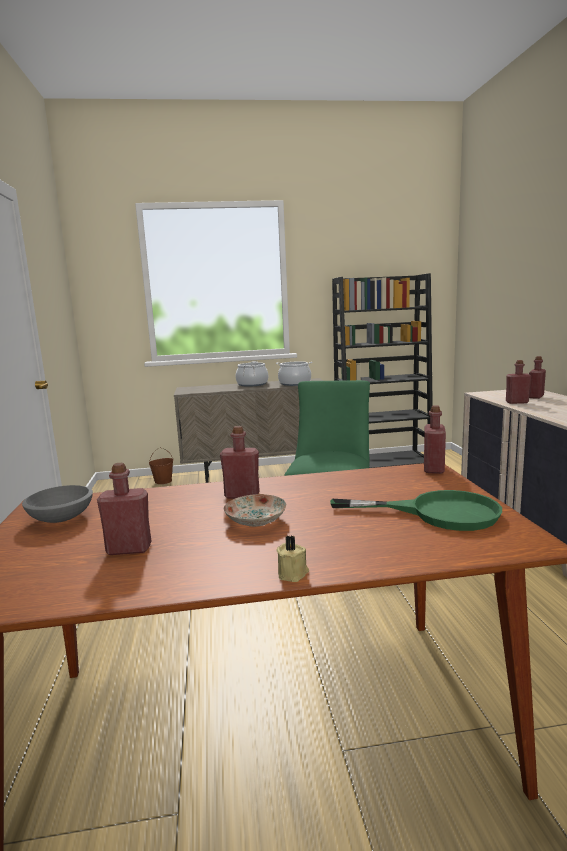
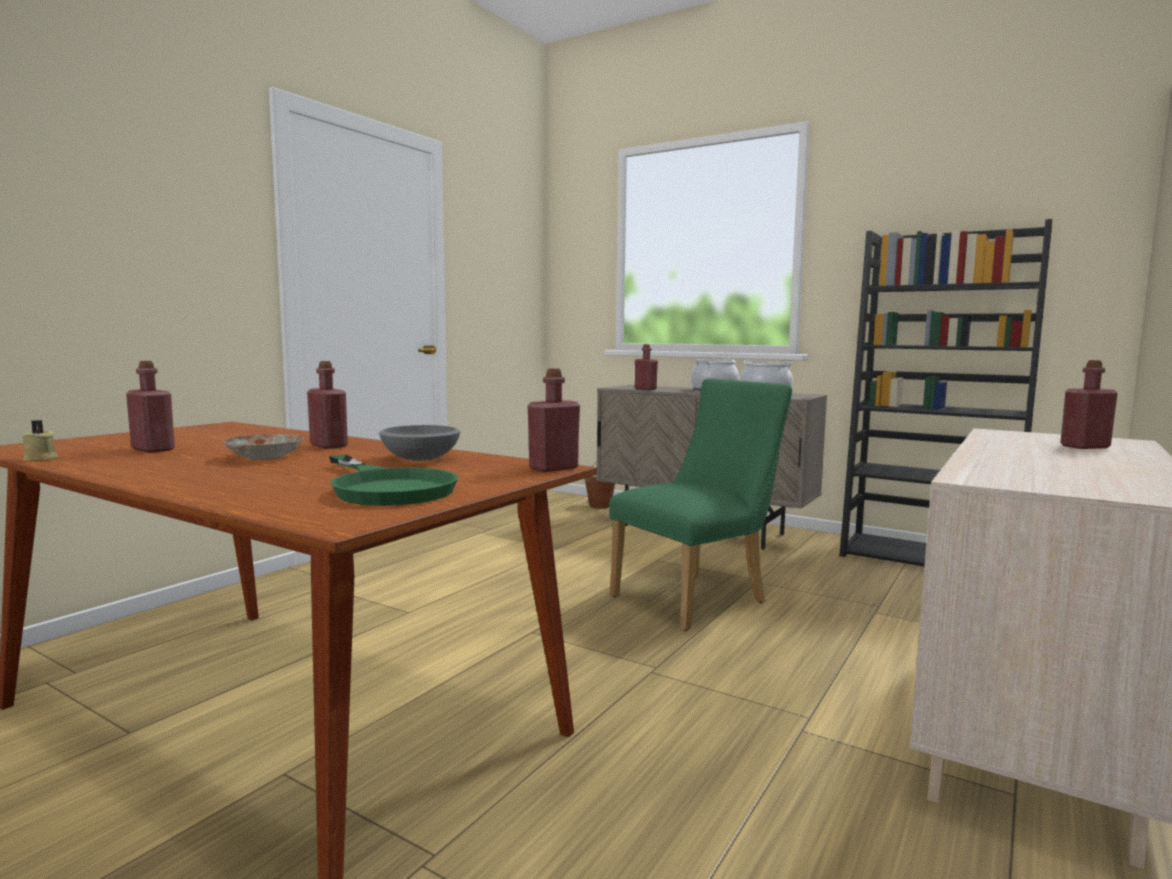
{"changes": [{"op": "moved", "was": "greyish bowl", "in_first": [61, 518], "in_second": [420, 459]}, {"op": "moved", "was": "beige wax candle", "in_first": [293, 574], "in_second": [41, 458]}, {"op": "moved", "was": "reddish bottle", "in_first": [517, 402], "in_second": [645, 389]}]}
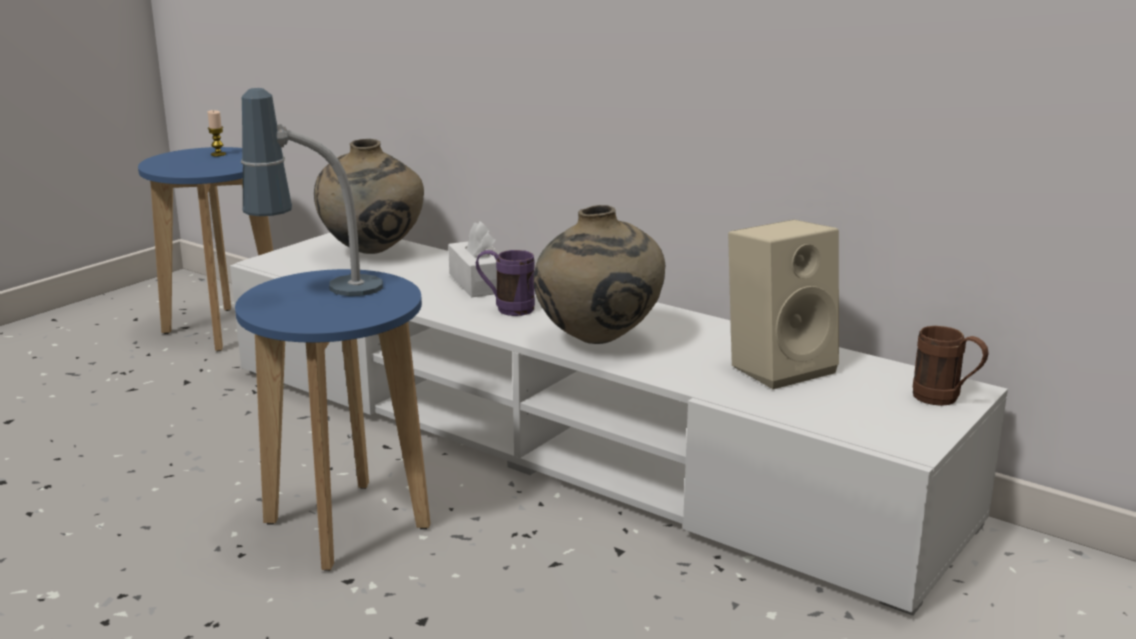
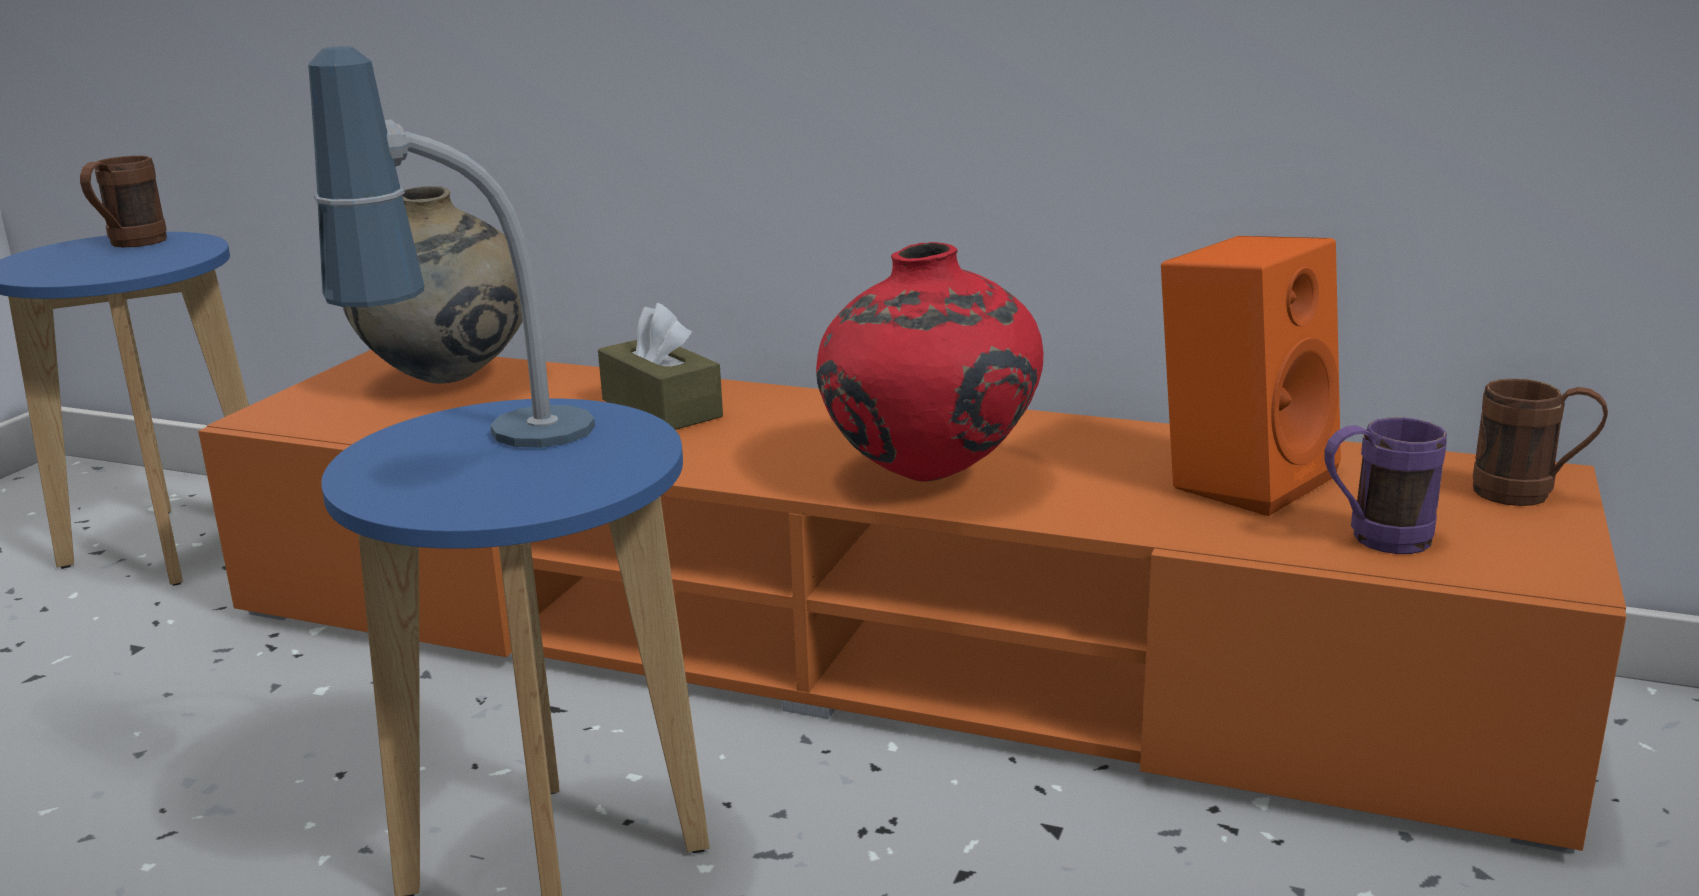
{"changes": [{"op": "replaced", "was": "wax candle", "now": "brownish coffee mug", "in_first": [218, 154], "in_second": [129, 244]}, {"op": "recoloured", "was": "white media console", "now": "orange-coloured media console", "in_first": [569, 441], "in_second": [858, 649]}, {"op": "recoloured", "was": "white tissue box", "now": "brownish tissue box", "in_first": [478, 283], "in_second": [661, 408]}, {"op": "moved", "was": "purple-coloured coffee mug", "in_first": [506, 309], "in_second": [1373, 540]}, {"op": "recoloured", "was": "beige vase", "now": "reddish vase", "in_first": [598, 343], "in_second": [930, 480]}, {"op": "recoloured", "was": "beige audio speaker", "now": "orange-coloured audio speaker", "in_first": [779, 366], "in_second": [1242, 478]}]}
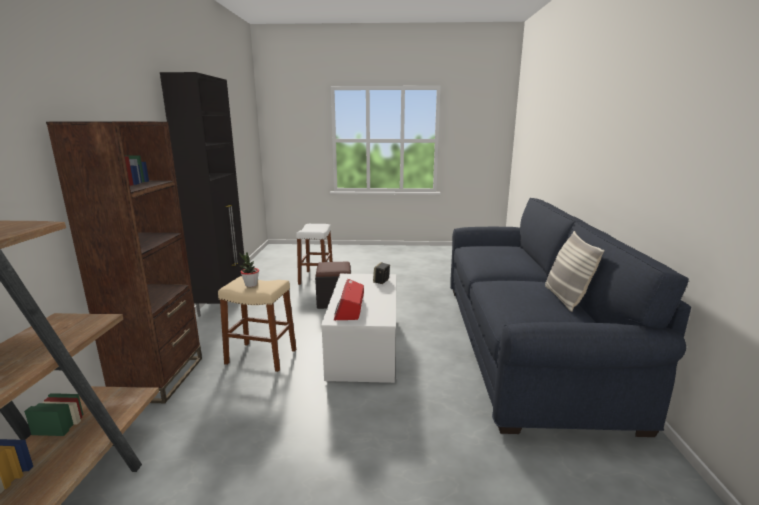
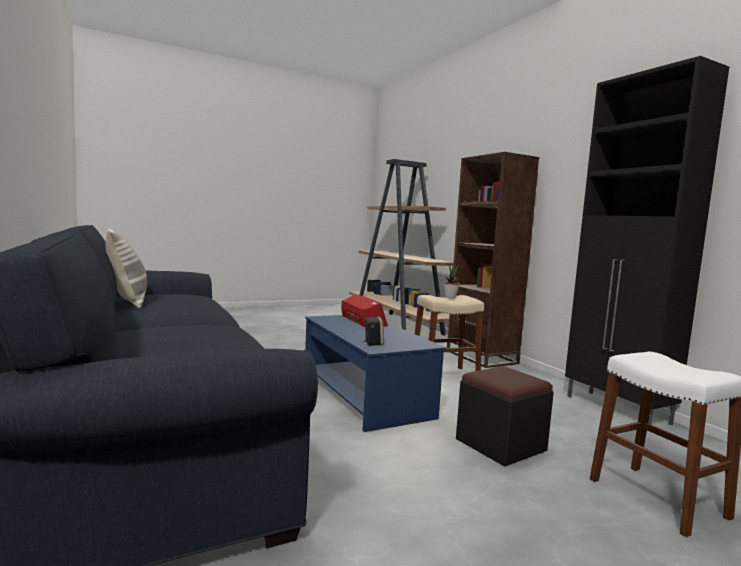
{"changes": [{"op": "recoloured", "was": "white low table", "now": "bluish low table", "in_first": [364, 346], "in_second": [364, 395]}]}
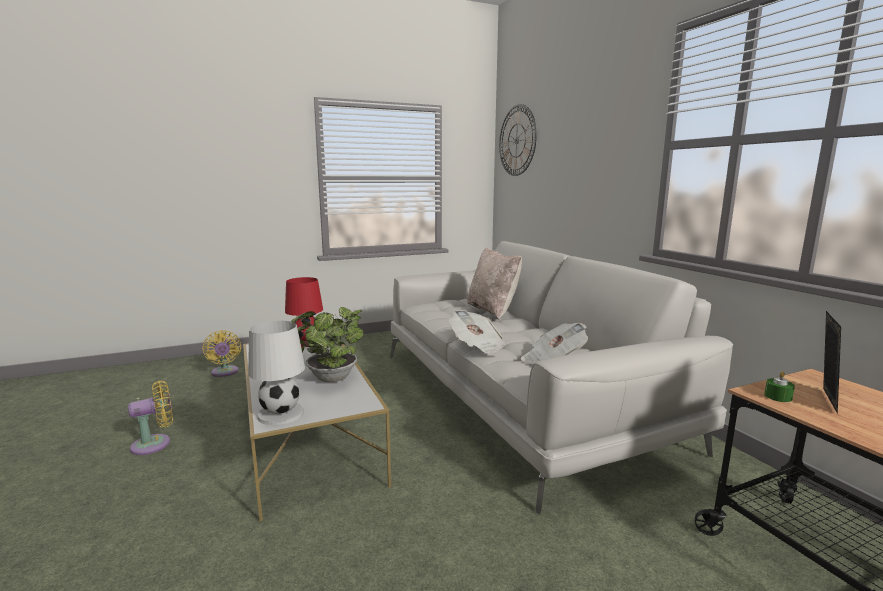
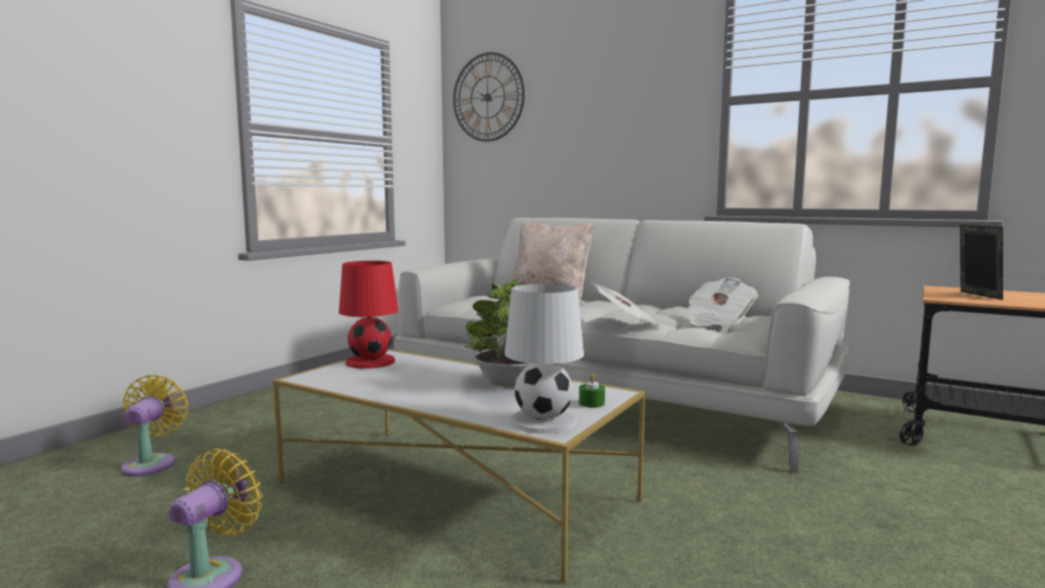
{"changes": [{"op": "turned", "was": "yellow fan", "in_first": [225, 373], "in_second": [152, 463], "clockwise": -120}, {"op": "moved", "was": "green wax candle", "in_first": [778, 397], "in_second": [591, 403]}]}
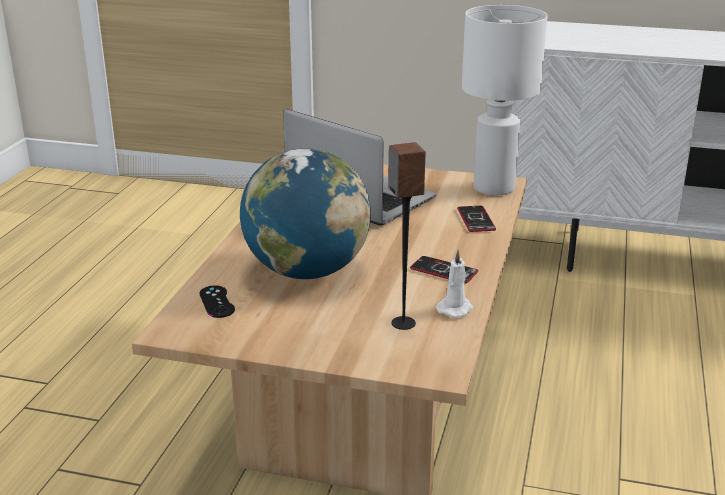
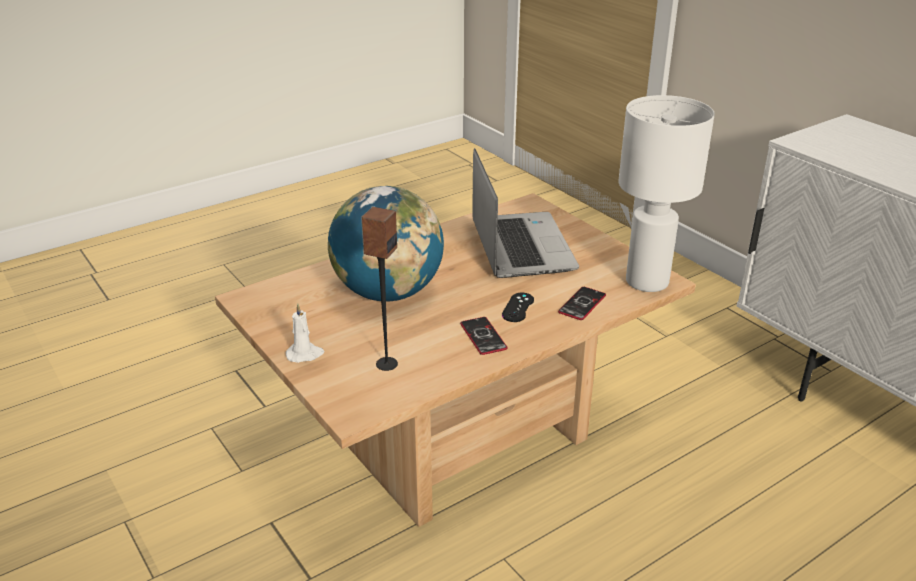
{"changes": [{"op": "moved", "was": "black gamepad", "in_first": [217, 302], "in_second": [518, 307]}, {"op": "moved", "was": "white wax candle", "in_first": [455, 308], "in_second": [305, 354]}]}
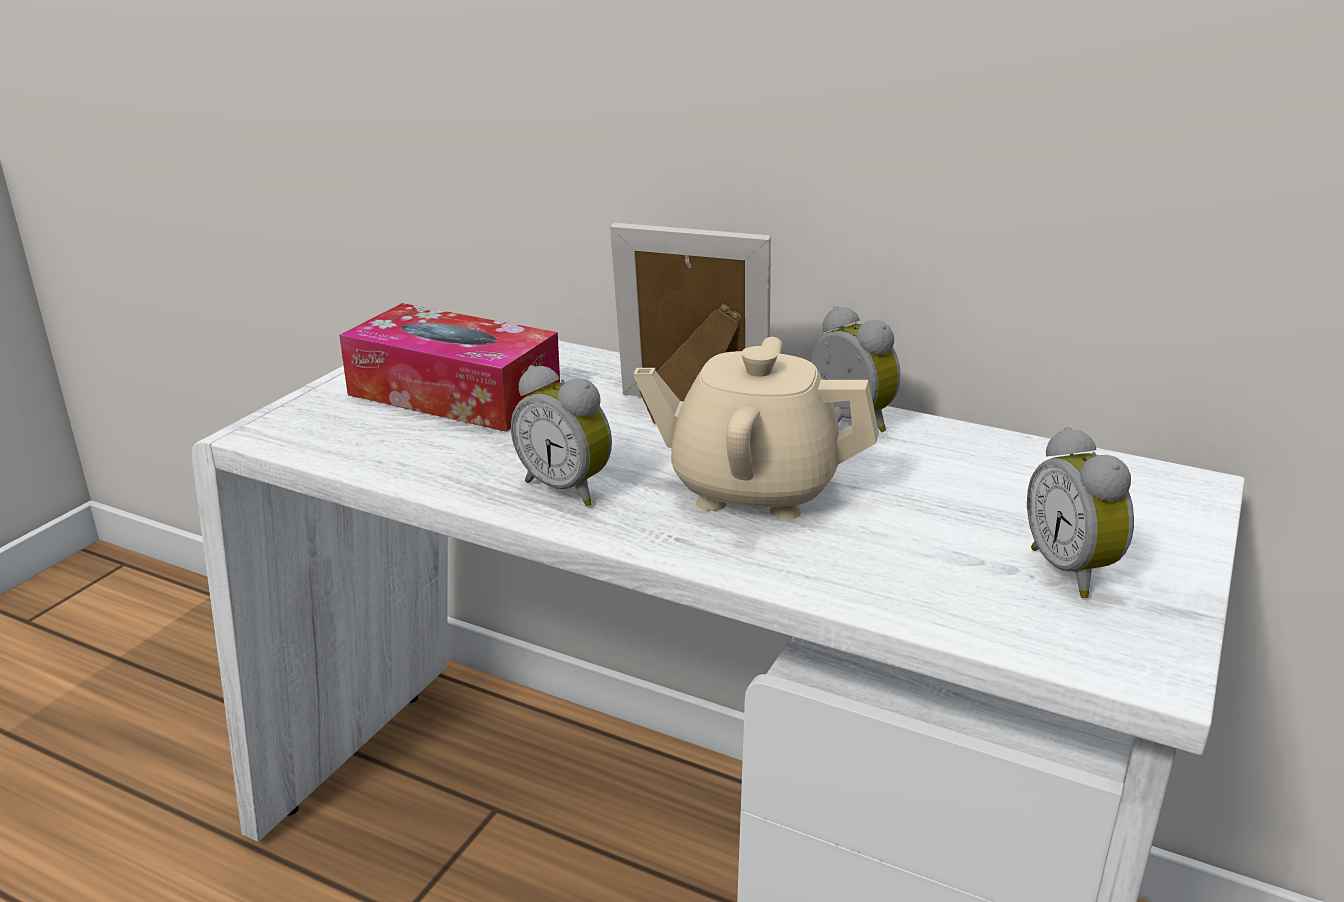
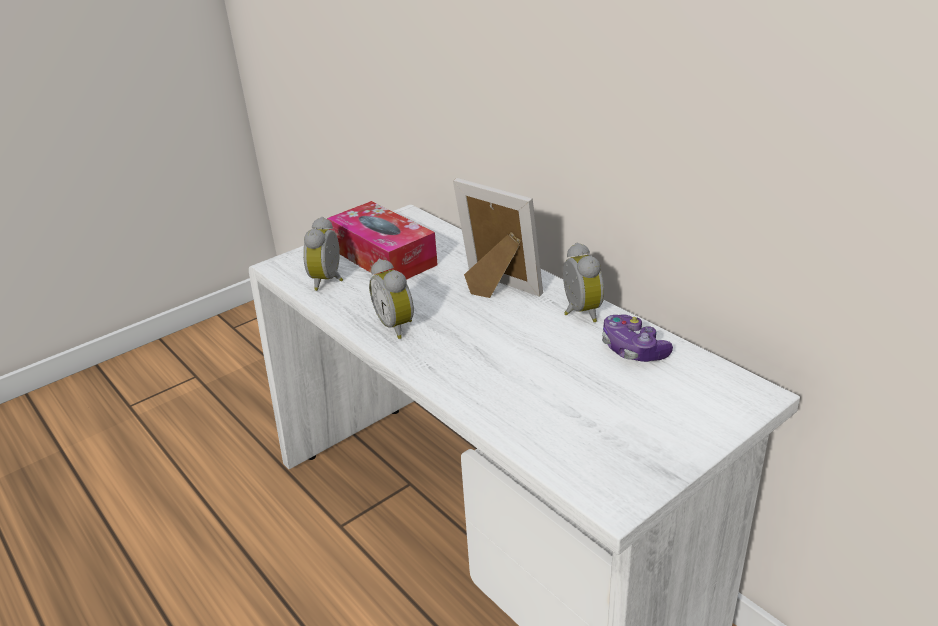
{"changes": [{"op": "removed", "was": "beige pot for tea", "in_first": [752, 488]}, {"op": "moved", "was": "bedside clock", "in_first": [1073, 571], "in_second": [329, 281]}, {"op": "added", "now": "gamepad", "in_second": [633, 349]}]}
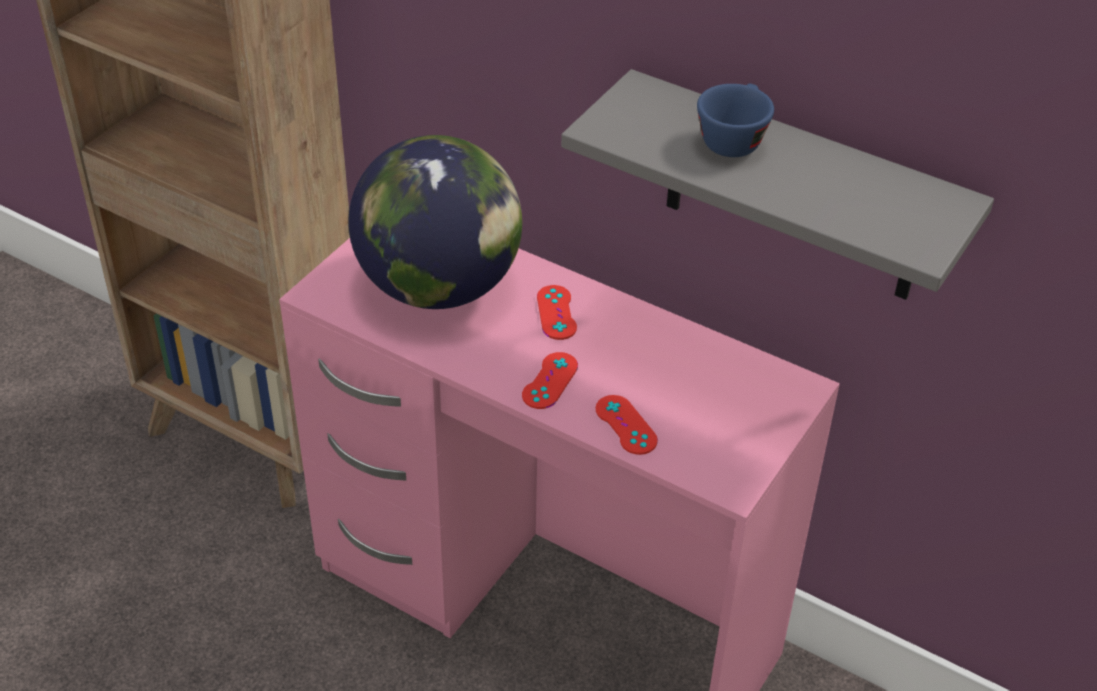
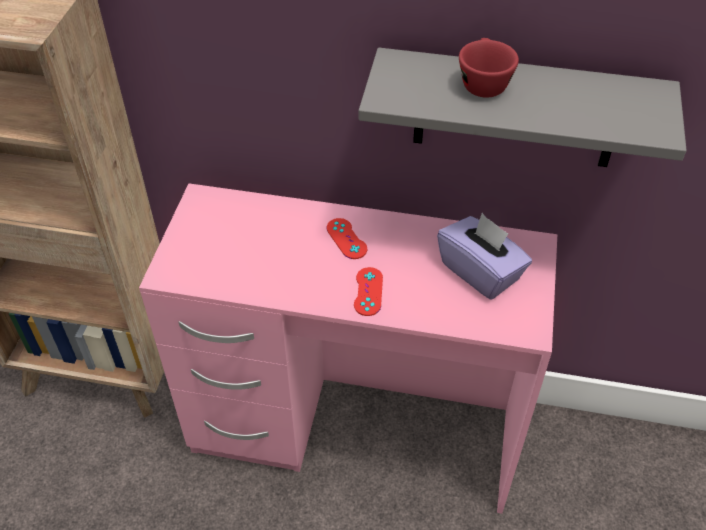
{"changes": [{"op": "removed", "was": "world globe", "in_first": [440, 287]}, {"op": "removed", "was": "reddish gamepad", "in_first": [626, 425]}, {"op": "recoloured", "was": "bluish small cup", "now": "reddish small cup", "in_first": [733, 138], "in_second": [482, 82]}, {"op": "added", "now": "purple-coloured tissue box", "in_second": [480, 271]}]}
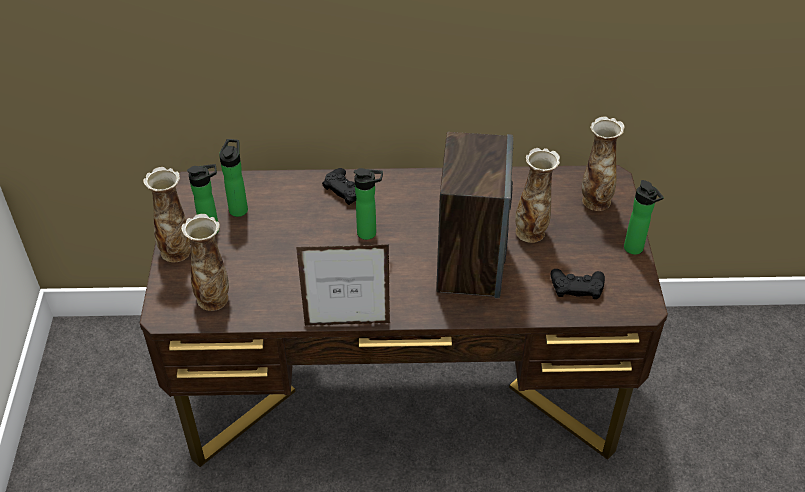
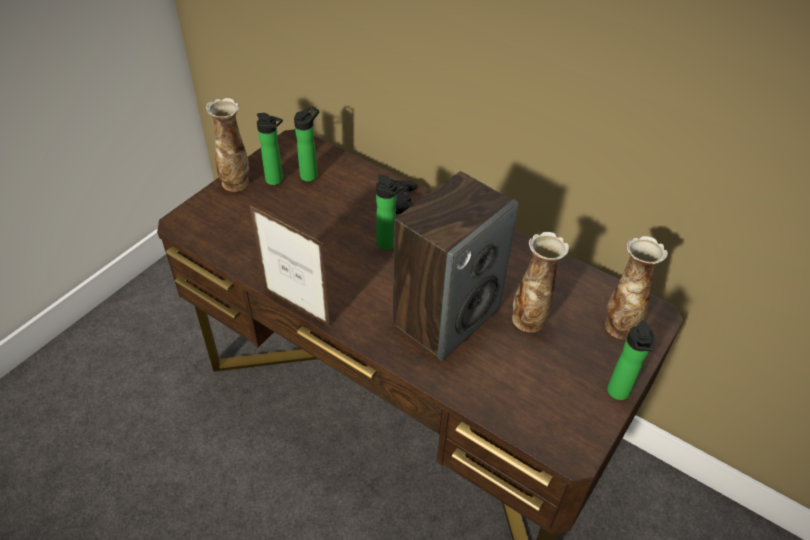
{"changes": [{"op": "removed", "was": "vase", "in_first": [213, 299]}, {"op": "removed", "was": "black gamepad", "in_first": [577, 286]}]}
